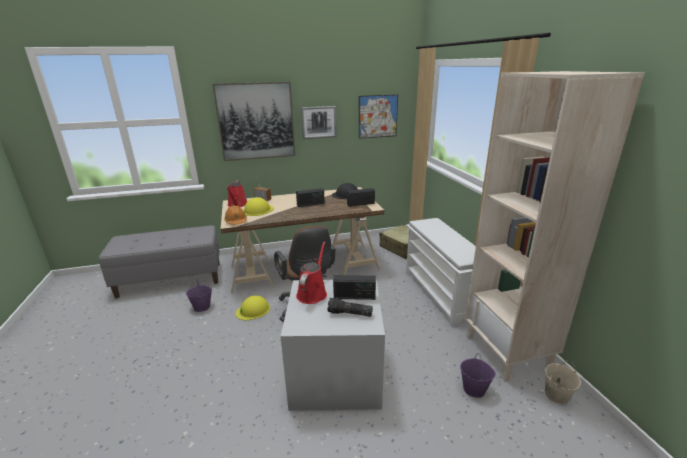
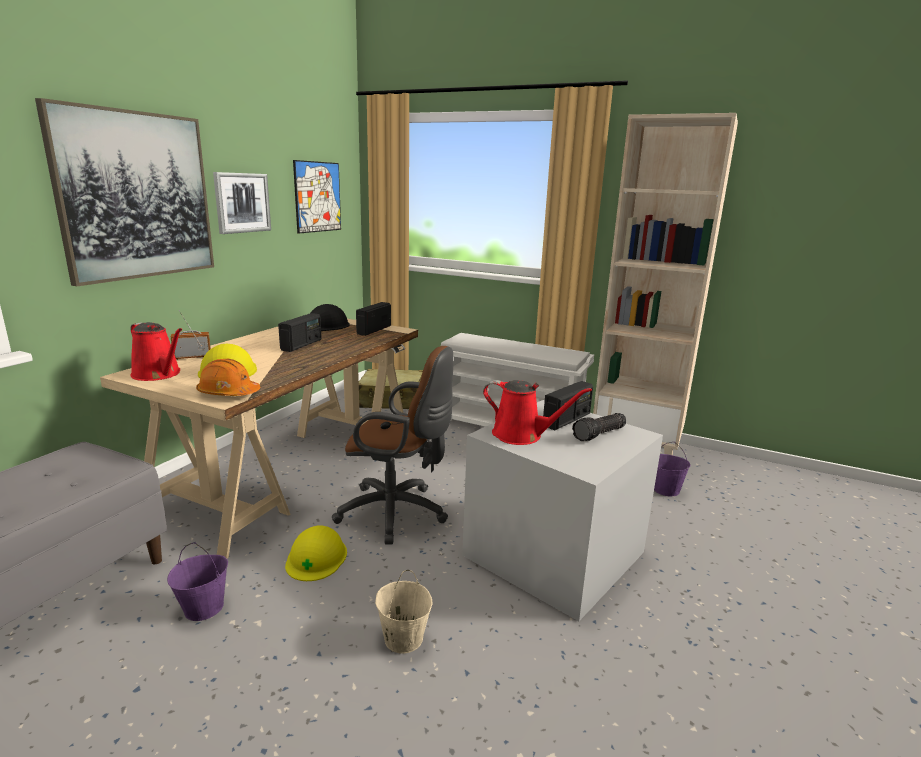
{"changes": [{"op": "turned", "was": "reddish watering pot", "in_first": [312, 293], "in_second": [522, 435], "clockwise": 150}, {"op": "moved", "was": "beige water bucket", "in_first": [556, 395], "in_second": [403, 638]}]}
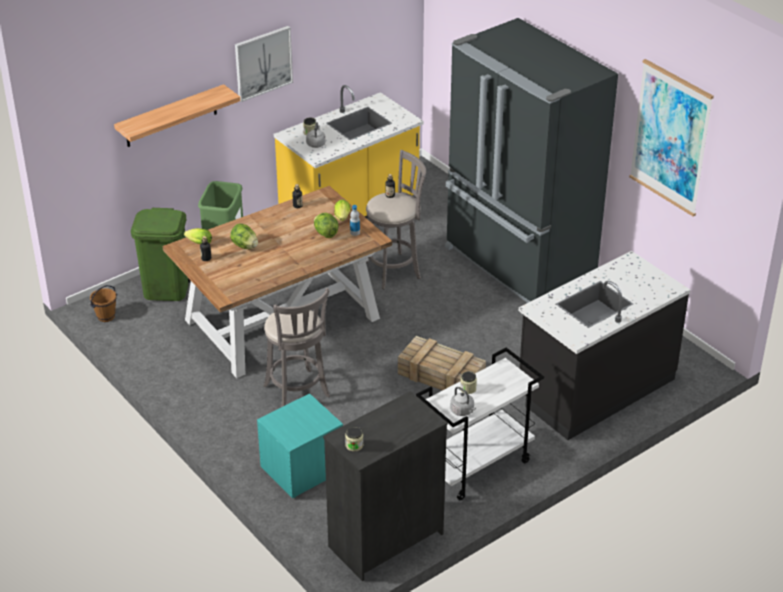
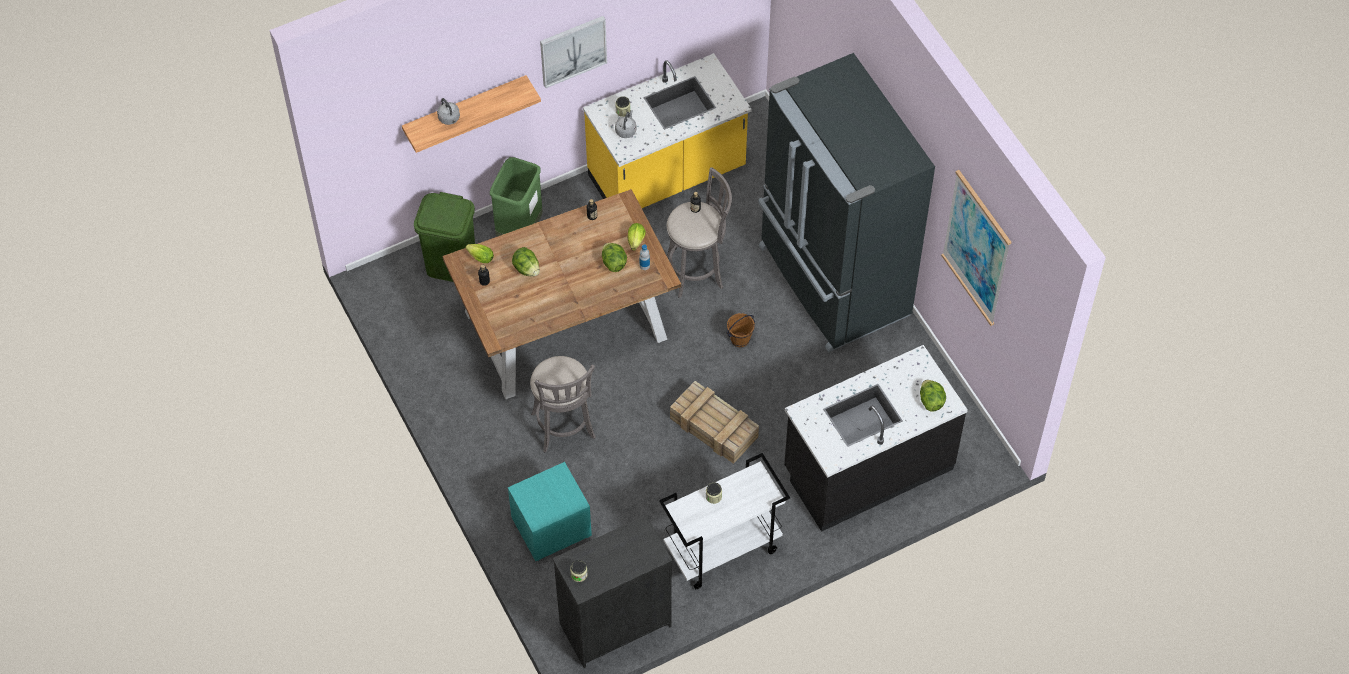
{"changes": [{"op": "moved", "was": "brownish water bucket", "in_first": [105, 316], "in_second": [739, 339]}, {"op": "moved", "was": "greyish kettle", "in_first": [463, 411], "in_second": [449, 119]}, {"op": "added", "now": "head of lettuce", "in_second": [931, 401]}]}
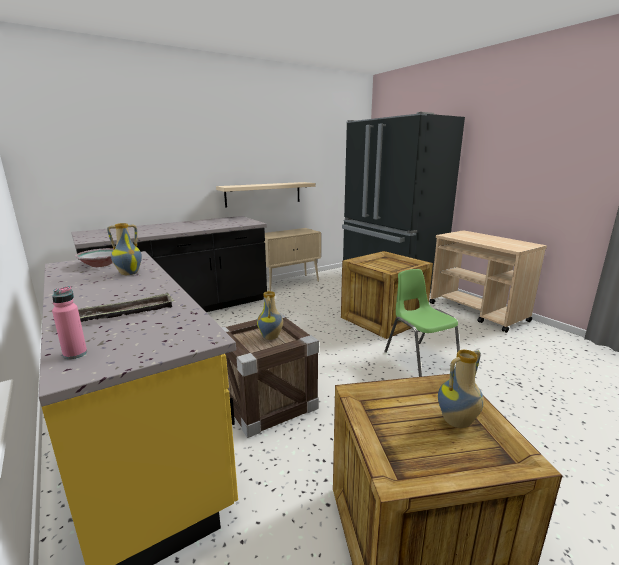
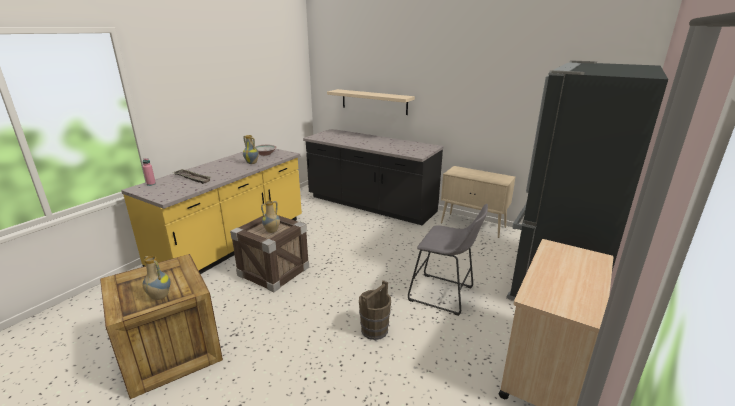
{"changes": [{"op": "moved", "was": "beige bracket shelf", "in_first": [263, 194], "in_second": [374, 101]}, {"op": "replaced", "was": "shipping crate", "now": "greyish sitting stool", "in_first": [384, 319], "in_second": [444, 295]}, {"op": "replaced", "was": "green plain chair", "now": "brownish water bucket", "in_first": [420, 359], "in_second": [374, 330]}]}
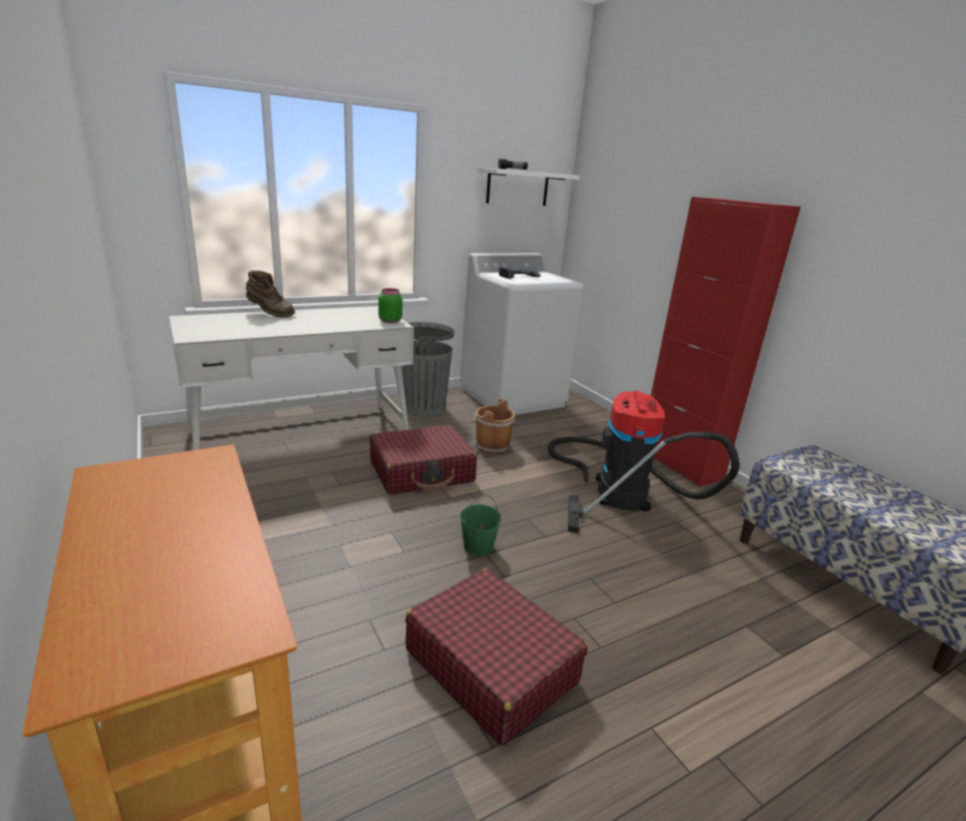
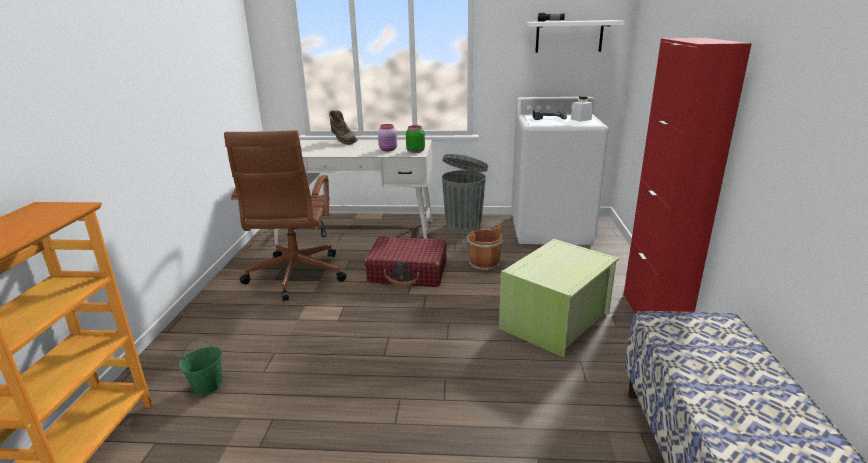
{"changes": [{"op": "removed", "was": "reddish travel case", "in_first": [490, 665]}, {"op": "moved", "was": "green water bucket", "in_first": [477, 546], "in_second": [207, 385]}, {"op": "replaced", "was": "hoover", "now": "green storage box", "in_first": [619, 489], "in_second": [557, 321]}, {"op": "added", "now": "brownish computer chair", "in_second": [295, 276]}, {"op": "added", "now": "pink-coloured jar", "in_second": [388, 150]}, {"op": "added", "now": "white jar", "in_second": [581, 119]}]}
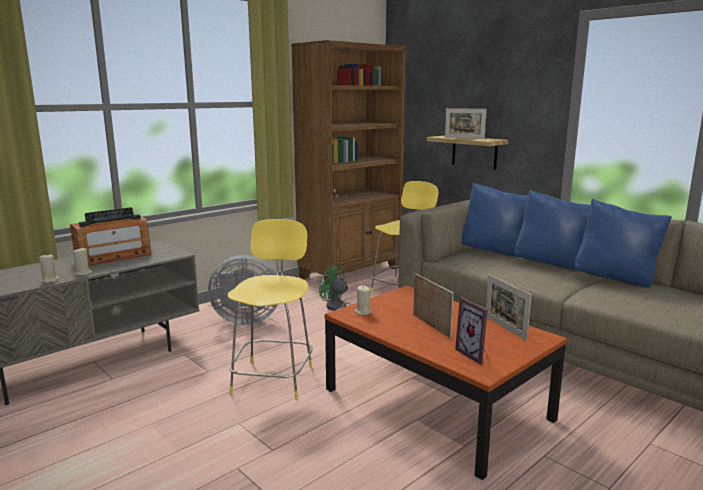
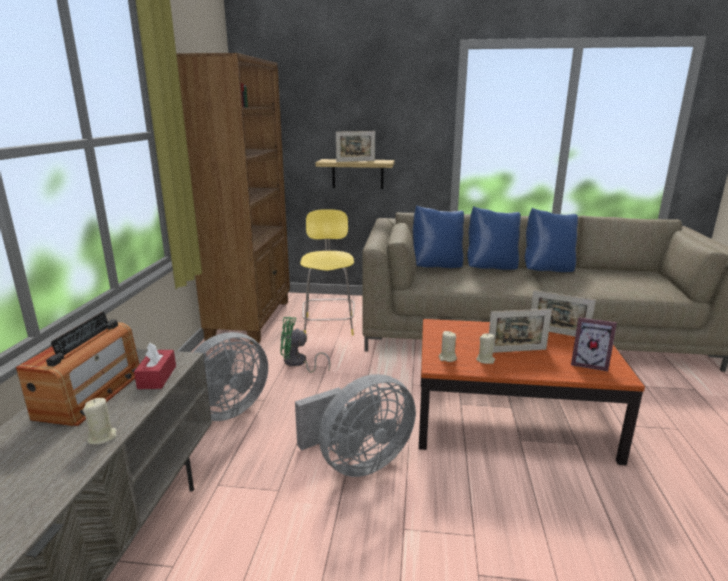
{"changes": [{"op": "moved", "was": "beige wax candle", "in_first": [50, 280], "in_second": [485, 360]}, {"op": "replaced", "was": "yellow sitting stool", "now": "greyish fan", "in_first": [274, 378], "in_second": [358, 462]}, {"op": "turned", "was": "standing frame", "in_first": [431, 326], "in_second": [516, 351], "clockwise": 150}, {"op": "added", "now": "reddish tissue box", "in_second": [157, 377]}]}
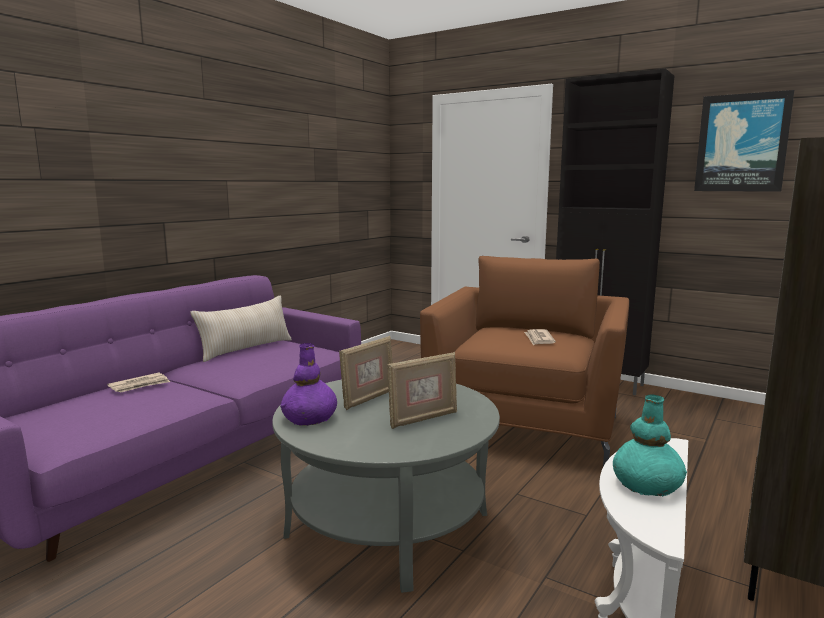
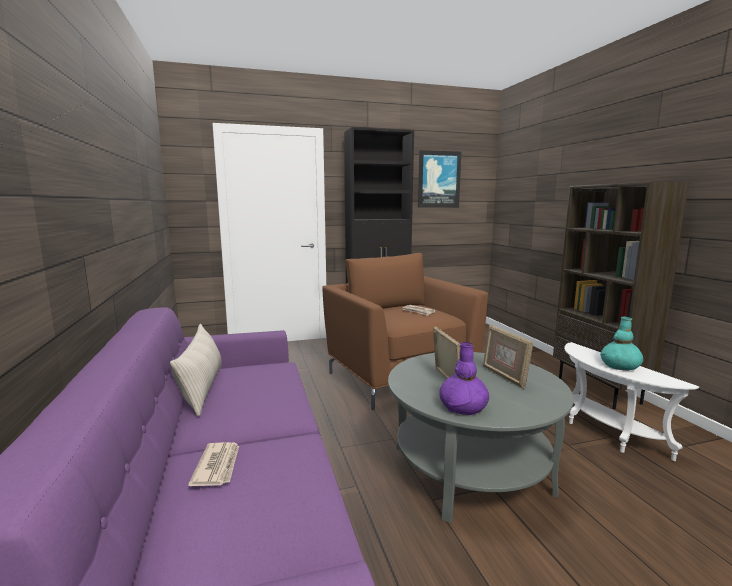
{"changes": [{"op": "turned", "was": "standing frame", "in_first": [423, 419], "in_second": [504, 377], "clockwise": 150}]}
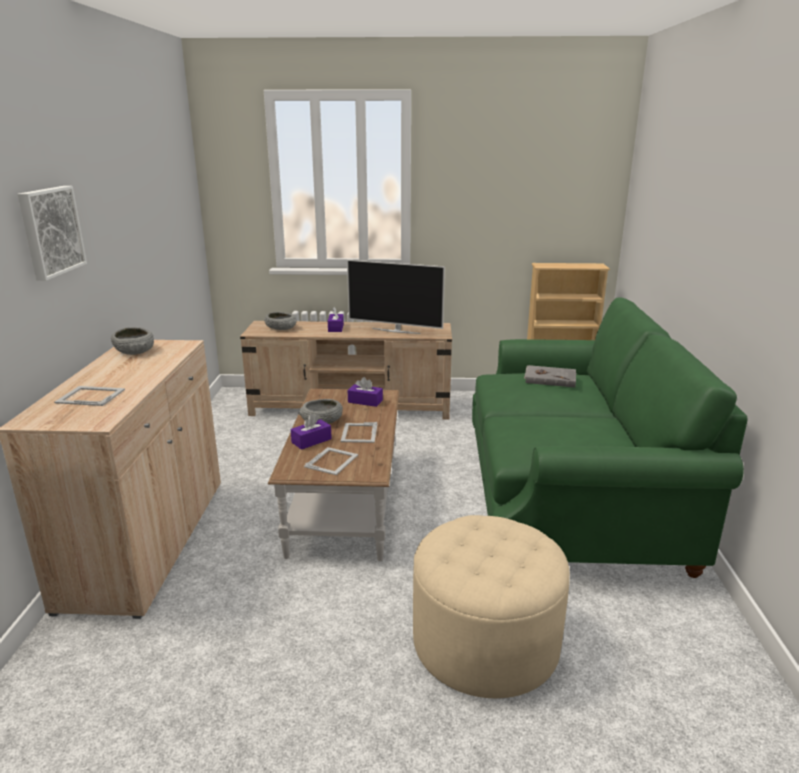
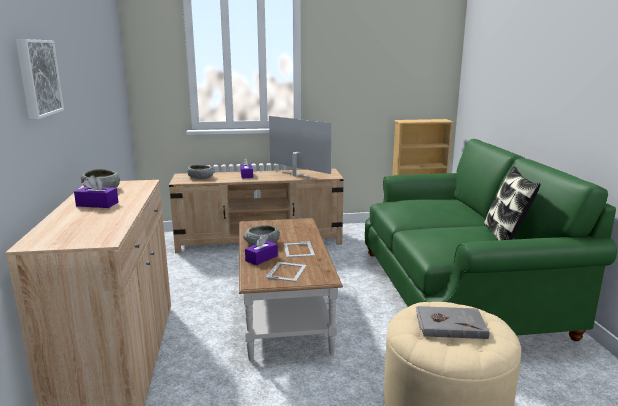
{"changes": [{"op": "removed", "was": "standing frame", "in_first": [90, 396]}, {"op": "turned", "was": "TV set", "in_first": [396, 331], "in_second": [296, 175], "clockwise": -150}, {"op": "moved", "was": "purple-coloured tissue box", "in_first": [365, 401], "in_second": [97, 204]}, {"op": "moved", "was": "greyish volume", "in_first": [550, 378], "in_second": [450, 324]}, {"op": "added", "now": "cushion", "in_second": [505, 236]}]}
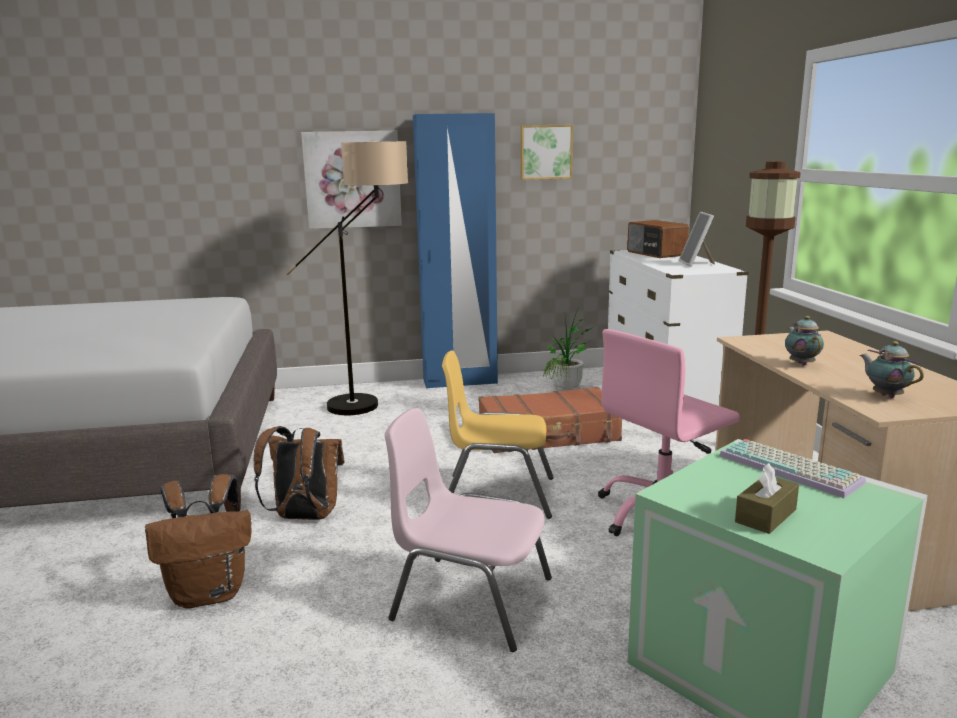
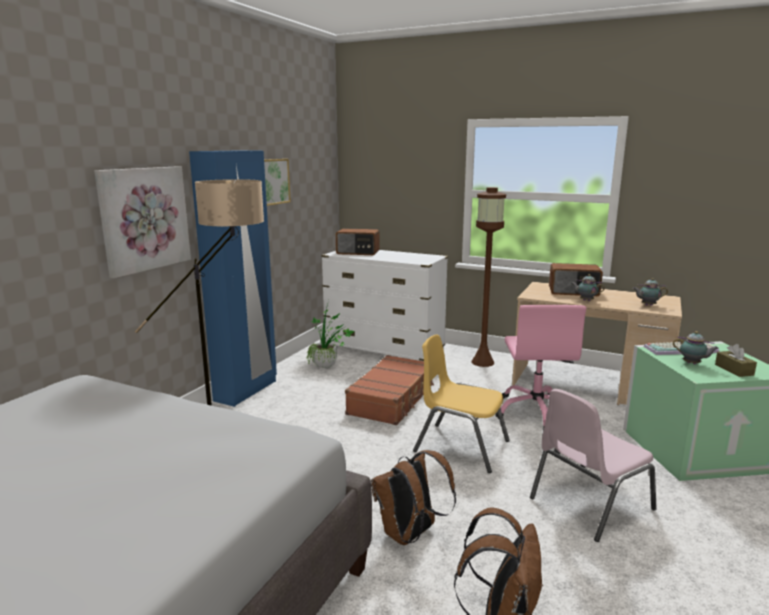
{"changes": [{"op": "turned", "was": "yellow plain chair", "in_first": [498, 495], "in_second": [461, 446], "clockwise": 75}, {"op": "removed", "was": "standing frame", "in_first": [696, 264]}, {"op": "added", "now": "radio set", "in_second": [574, 292]}, {"op": "added", "now": "pot for tea", "in_second": [692, 364]}]}
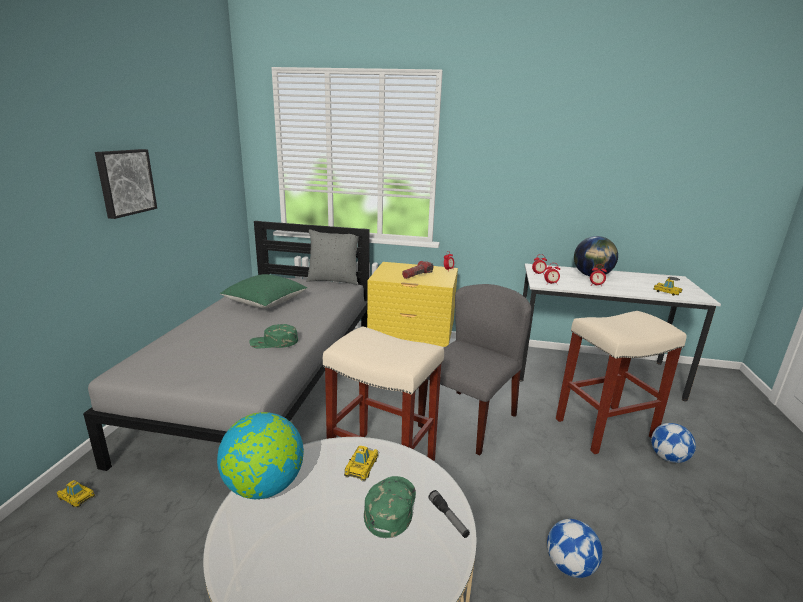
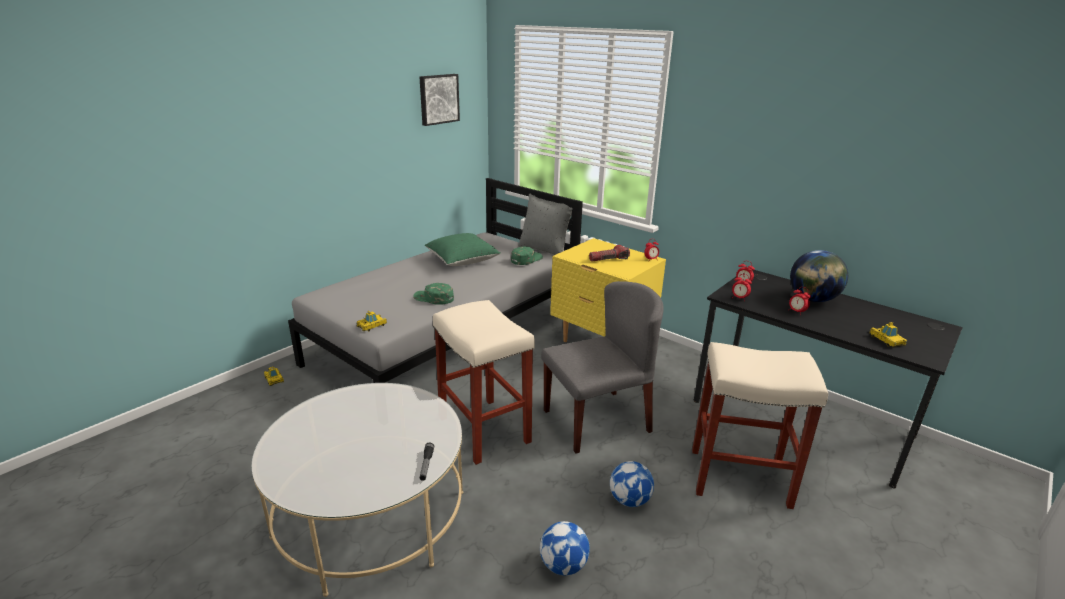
{"changes": [{"op": "moved", "was": "wall art", "in_first": [125, 182], "in_second": [438, 99]}, {"op": "removed", "was": "world globe", "in_first": [264, 487]}, {"op": "moved", "was": "toy car", "in_first": [361, 466], "in_second": [372, 326]}, {"op": "moved", "was": "green baseball cap", "in_first": [390, 507], "in_second": [526, 259]}, {"op": "recoloured", "was": "white desk", "now": "black desk", "in_first": [593, 371], "in_second": [800, 418]}, {"op": "moved", "was": "ball for football", "in_first": [668, 458], "in_second": [629, 500]}]}
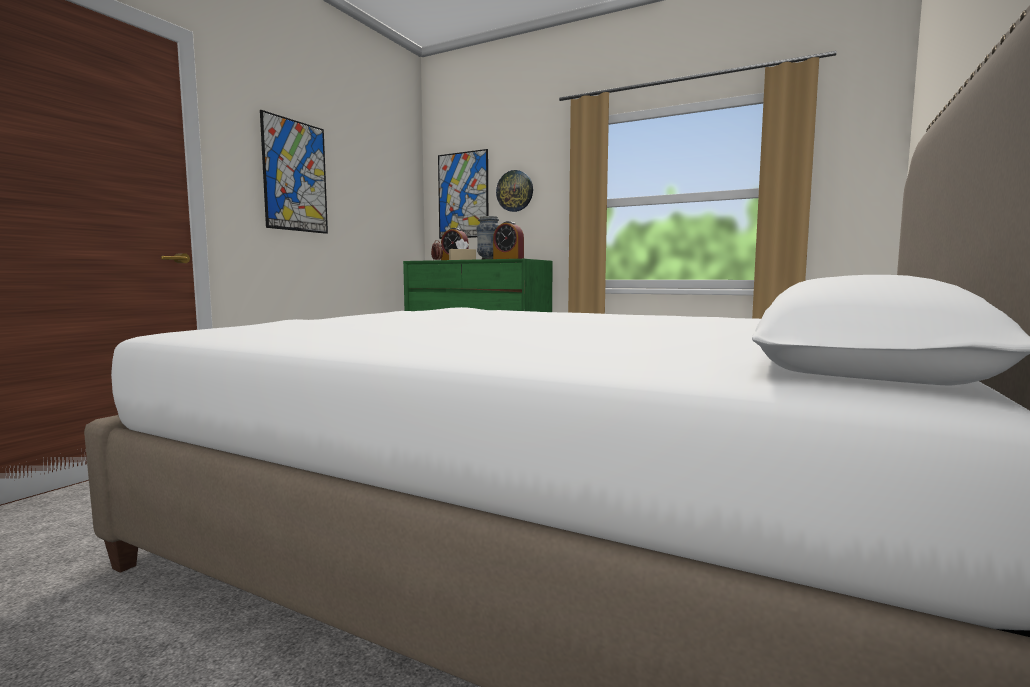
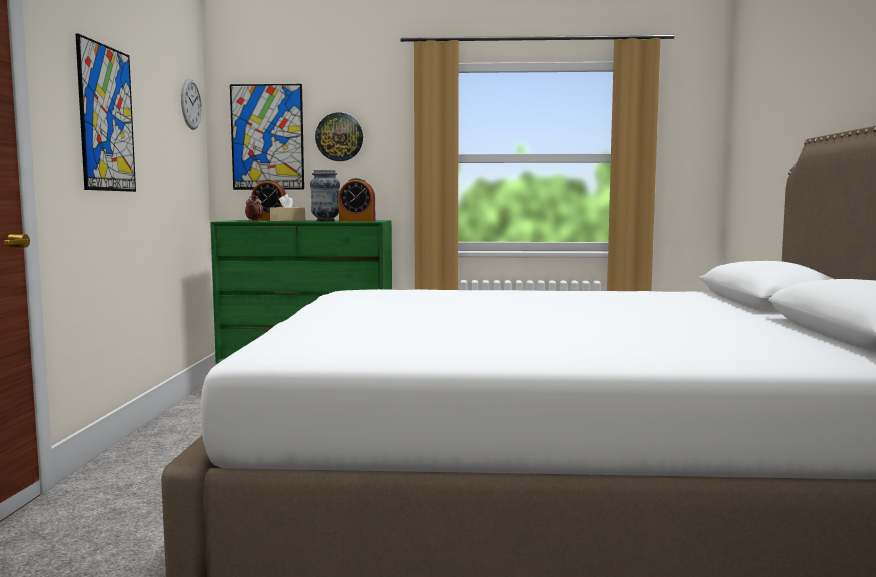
{"changes": [{"op": "added", "now": "clock on the wall", "in_second": [191, 104]}]}
